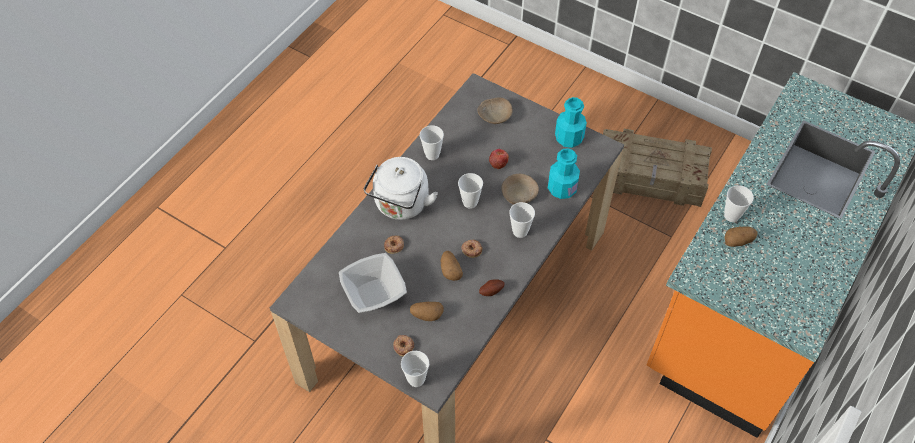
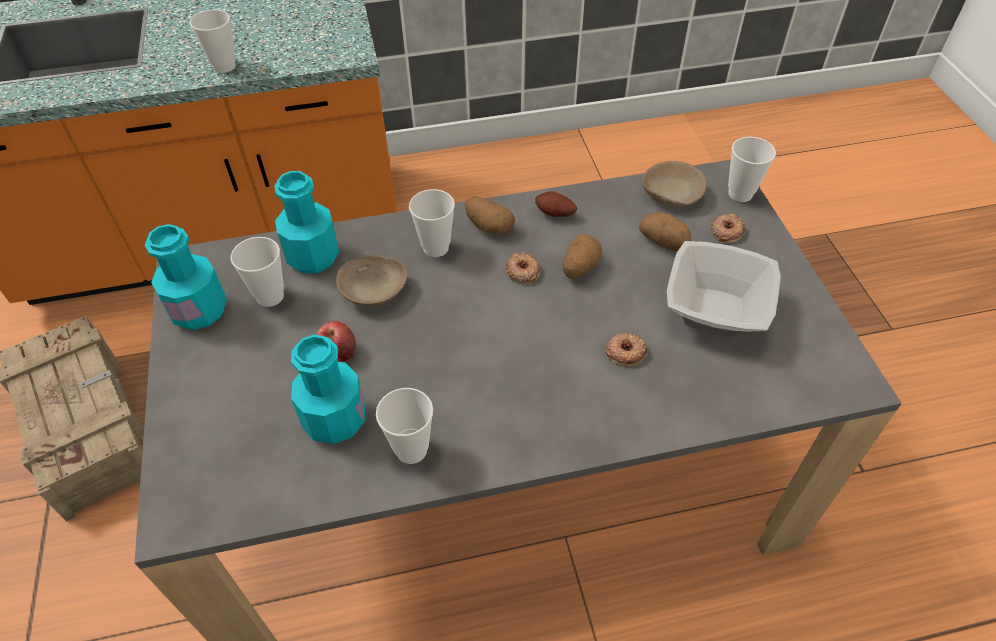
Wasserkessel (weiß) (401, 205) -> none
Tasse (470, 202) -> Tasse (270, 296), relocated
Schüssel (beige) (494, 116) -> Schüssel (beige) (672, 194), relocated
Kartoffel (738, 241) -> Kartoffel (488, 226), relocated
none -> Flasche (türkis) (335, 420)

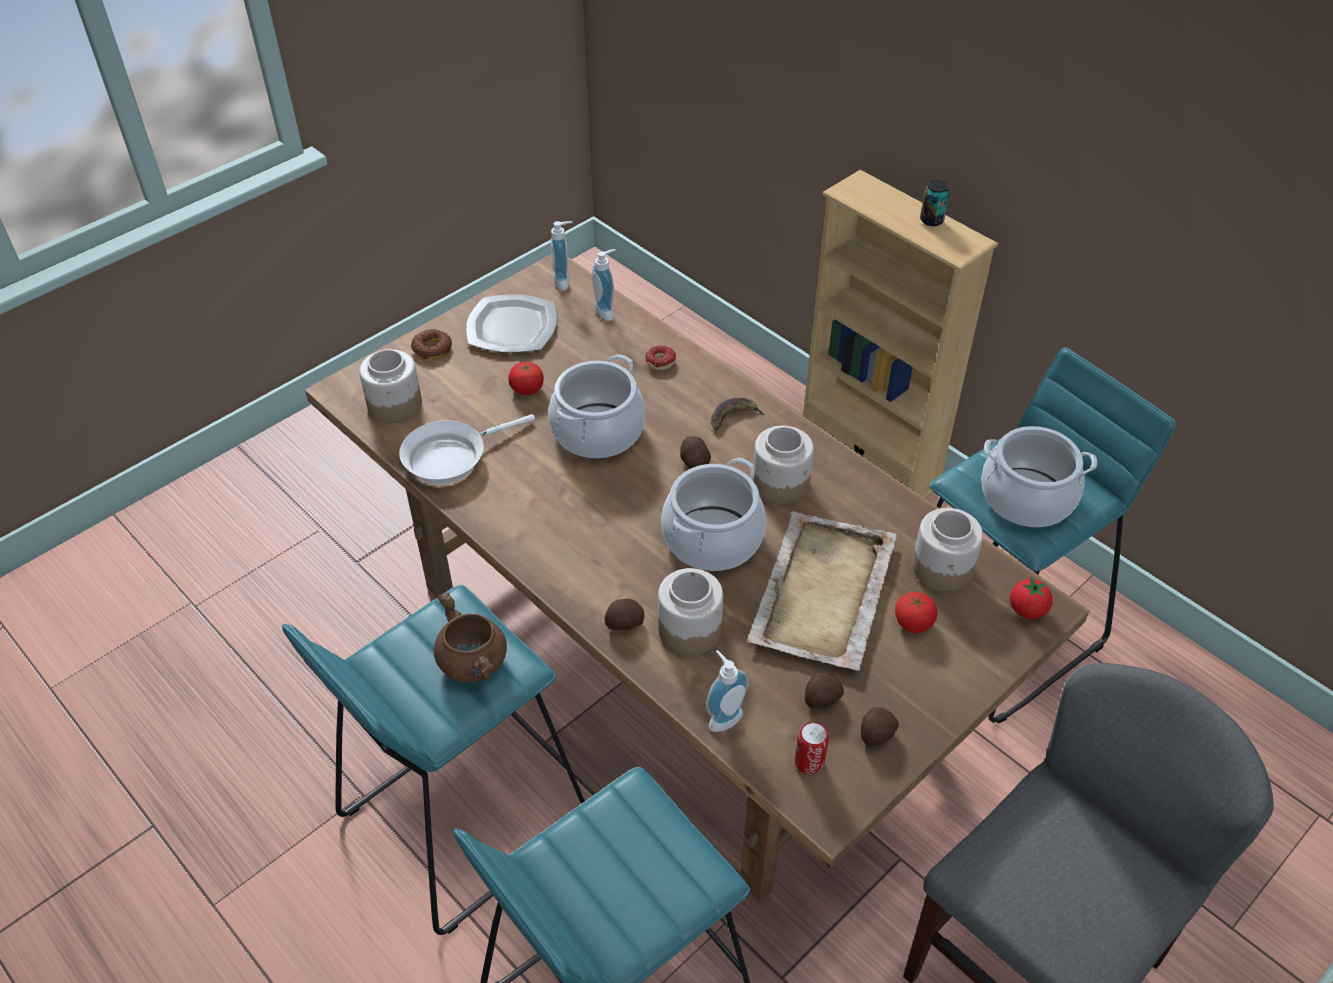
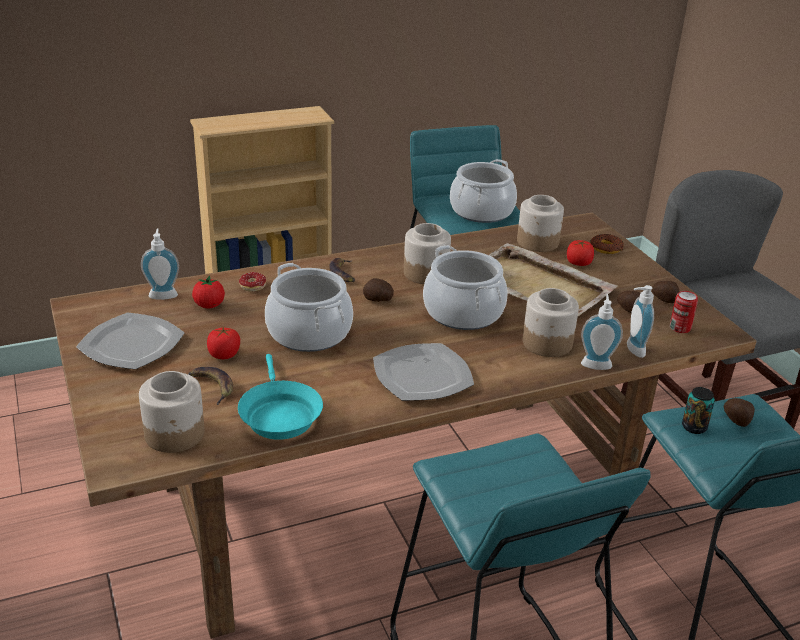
Pfanne (weiß) (451, 458) -> Pfanne (türkis) (279, 414)
Donut (432, 348) -> Donut (606, 248), relocated
Kochtopf (braun) (474, 662) -> none
Seifenspender (565, 281) -> Seifenspender (596, 363), relocated
Kartoffel (624, 624) -> Kartoffel (737, 421), relocated
Dose (931, 220) -> Dose (694, 427), relocated
Tomate (1027, 610) -> Tomate (209, 305), relocated
none -> Banane (212, 386)
none -> Teller (422, 376)

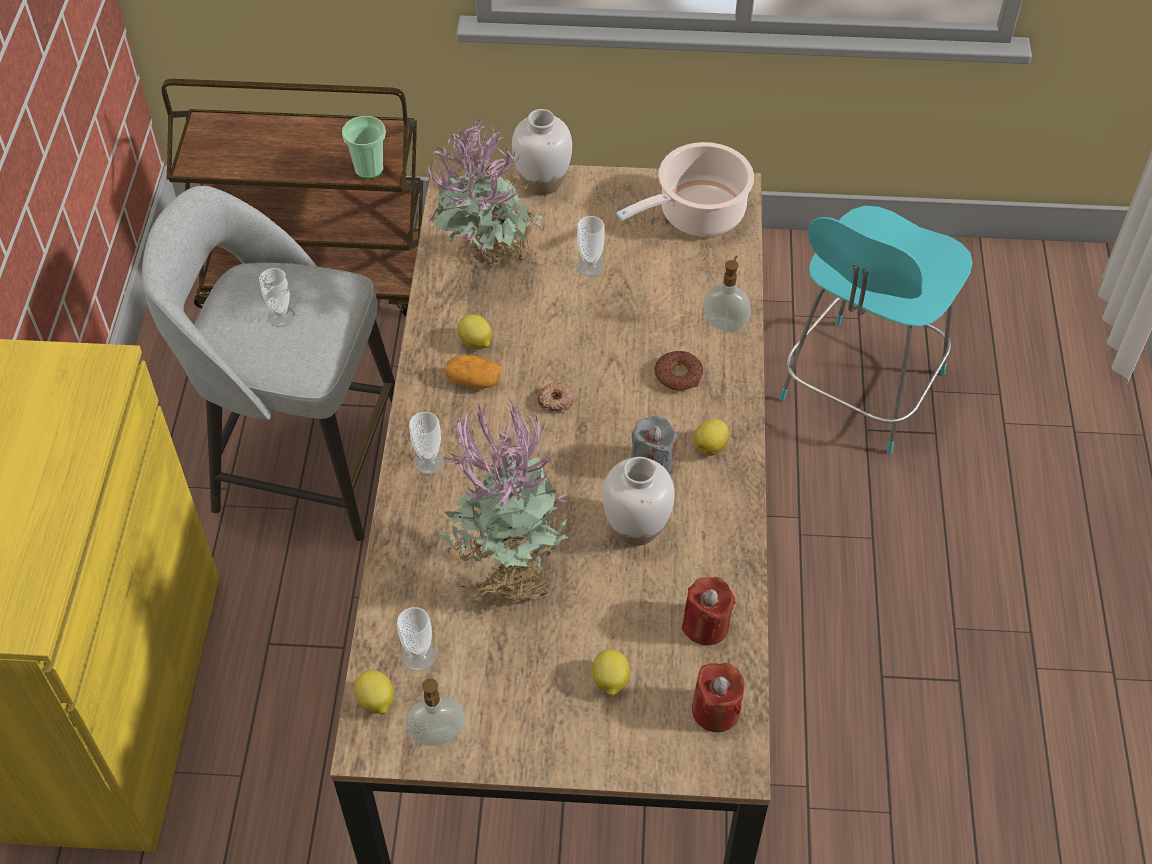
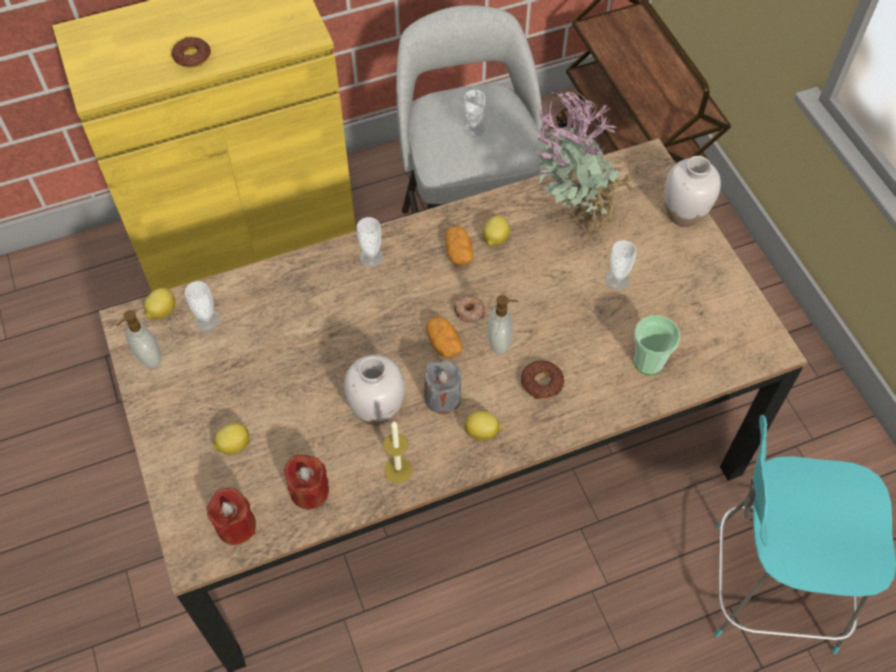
Tasse (369, 169) -> Tasse (648, 362), relocated
Topfpflanze (508, 572) -> none
Kochtopf (697, 214) -> none
Seifenspender (725, 323) -> Seifenspender (500, 342), relocated
none -> Donut (192, 56)
none -> Kerze (398, 470)
none -> Kartoffel (443, 343)

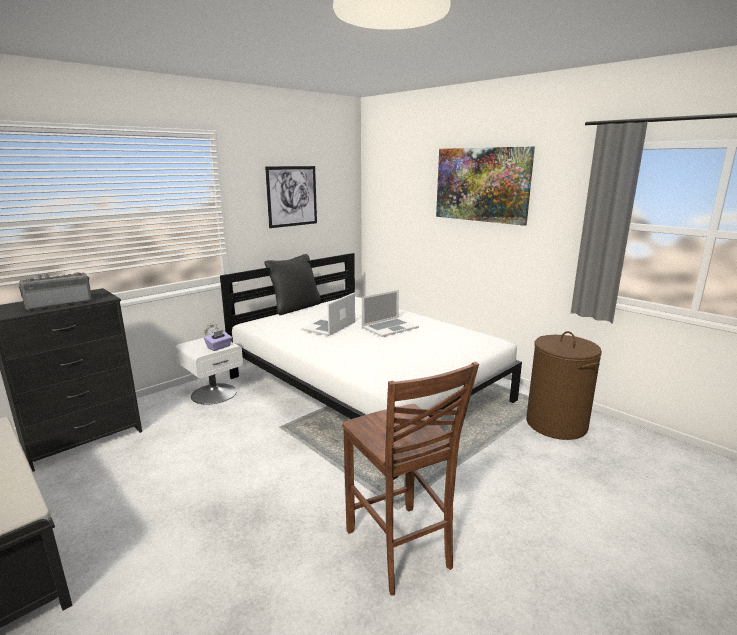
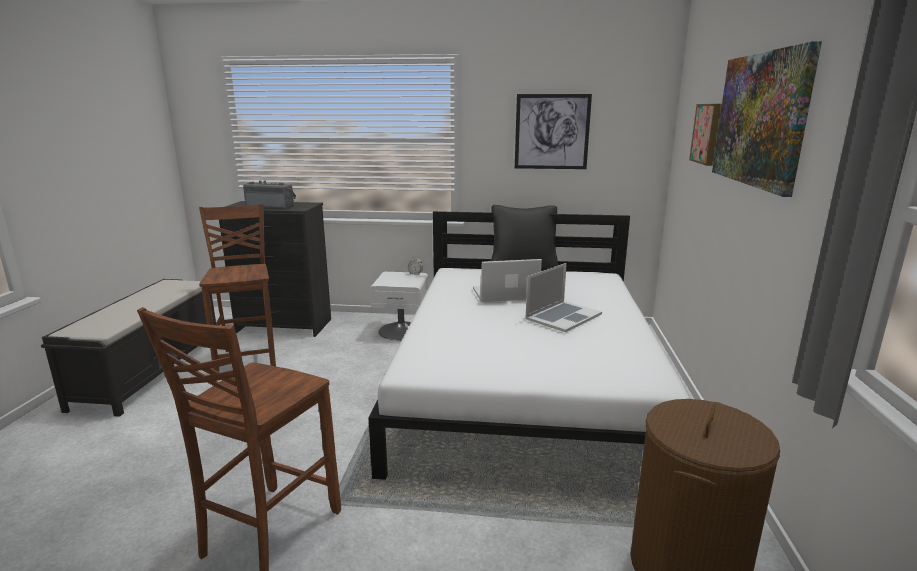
Taschentuchbox (lila) (219, 347) -> none
Laptop (389, 327) -> Laptop (563, 316), 60 degrees counterclockwise
none -> Stuhl (braun) (249, 359)
none -> Bild (708, 133)

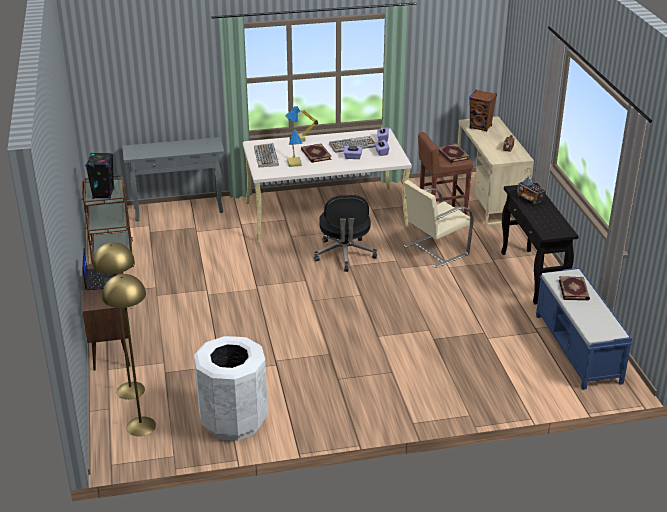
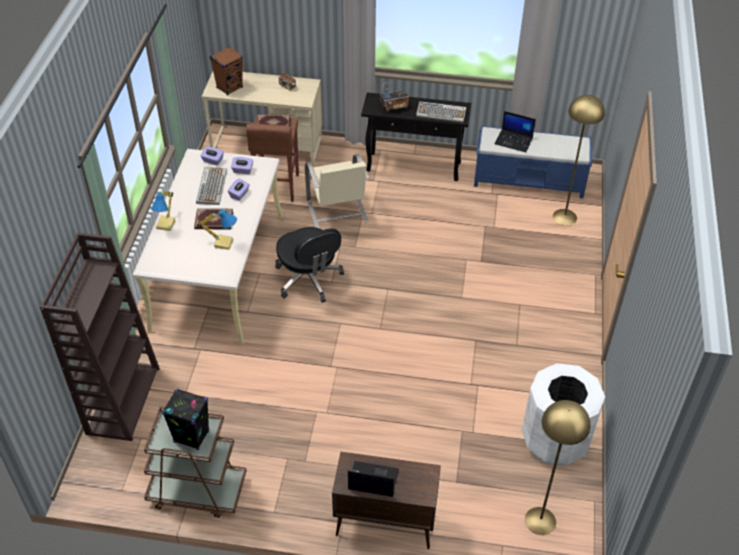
Stehlampe (gelb) (130, 390) -> Stehlampe (gelb) (565, 217), relocated
Konsolentisch (grau) (179, 210) -> Bücherregal (braun) (122, 399)
Tastatur (266, 156) -> Tastatur (441, 112), relocated
Bürostuhl (schwarz) (344, 255) -> Bürostuhl (schwarz) (309, 279), 45 degrees clockwise
Buch (574, 290) -> Laptop (514, 141)

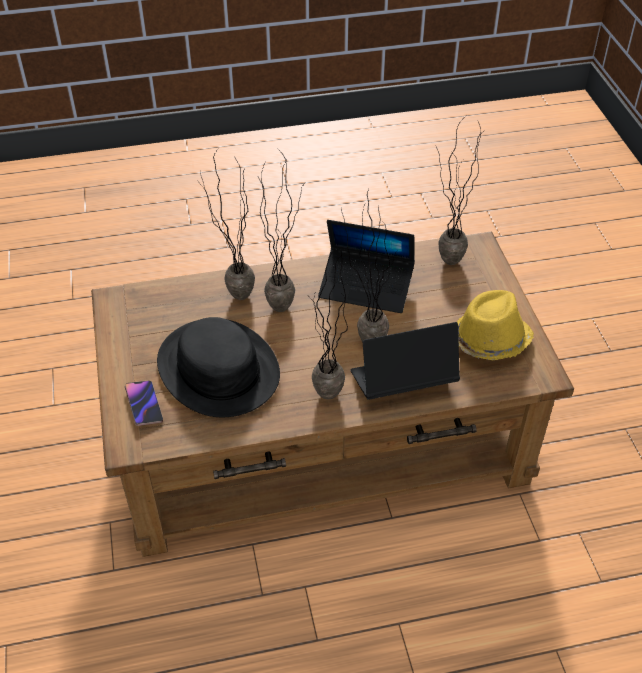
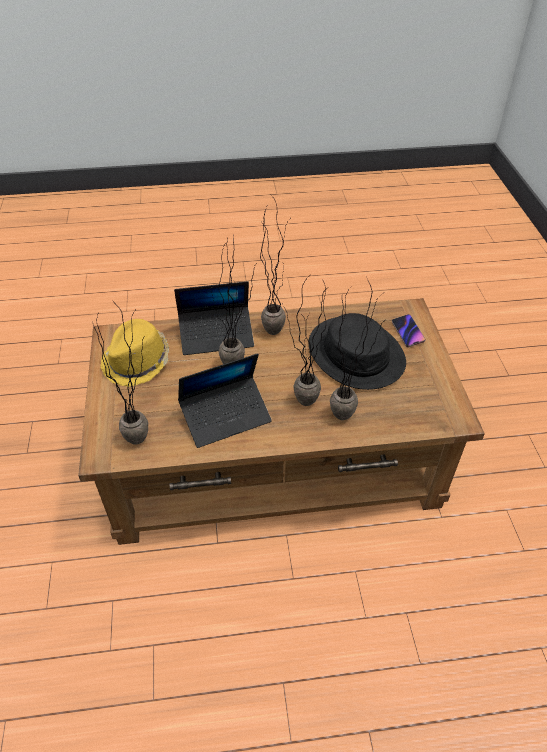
Laptop (366, 287) -> Laptop (226, 416), 135 degrees clockwise

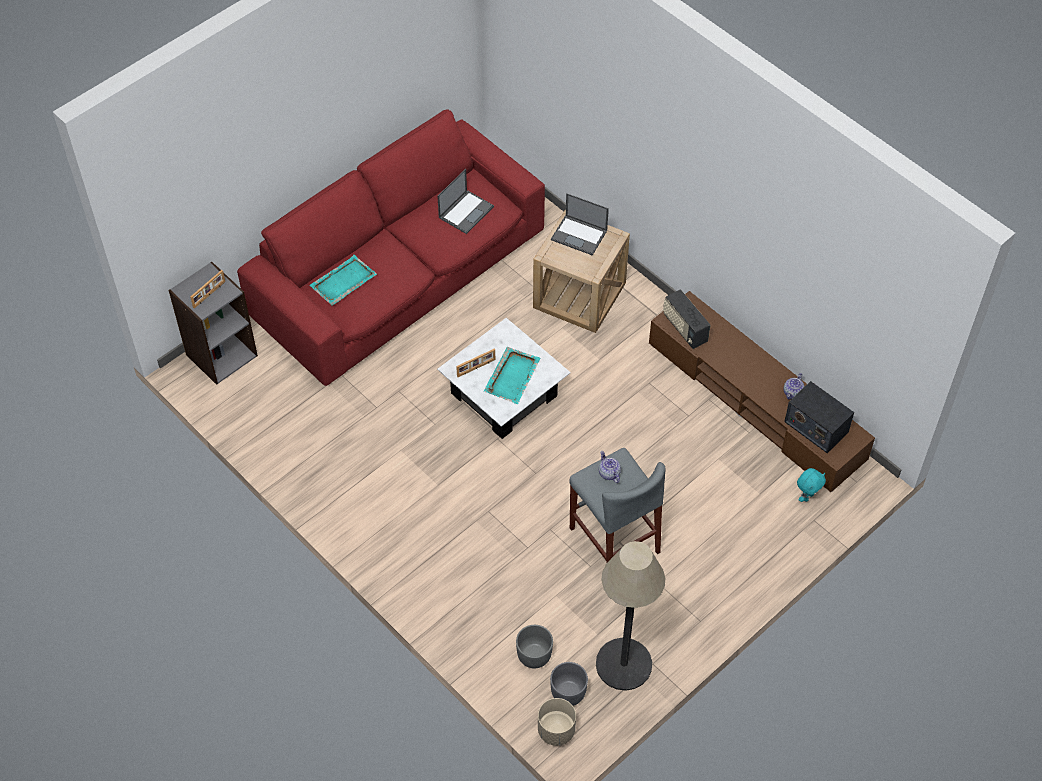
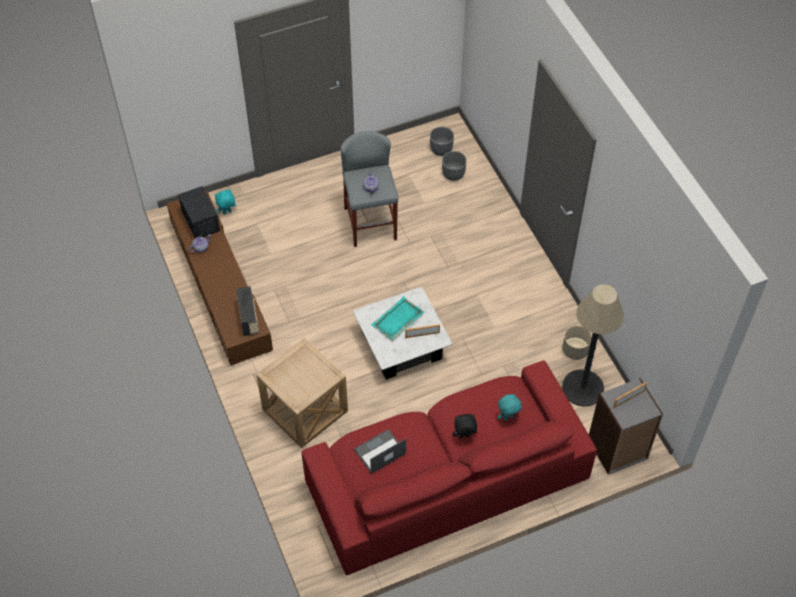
Tablett (türkis) (343, 282) -> Plüschtier (türkis) (508, 417)
Pflanzkübel (beige) (556, 730) -> Pflanzkübel (beige) (575, 351), relocated
Laptop (579, 235) -> none
Stehlampe (624, 664) -> Stehlampe (582, 388), relocated
none -> Plüschtier (schwarz) (464, 437)

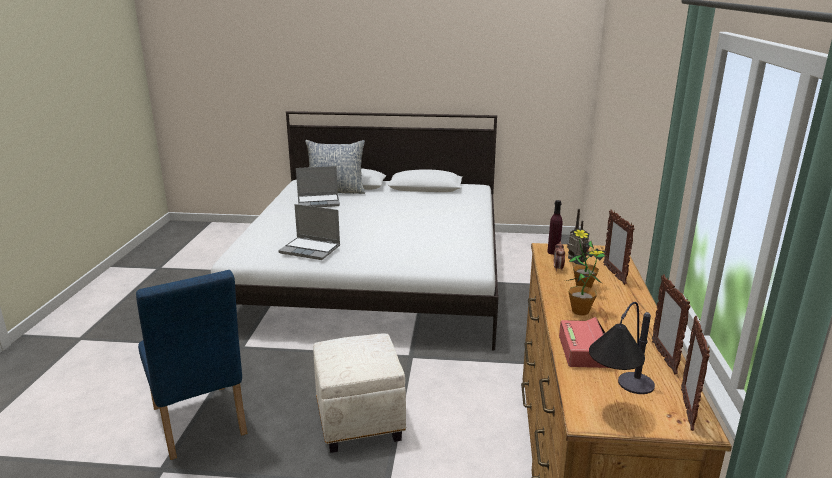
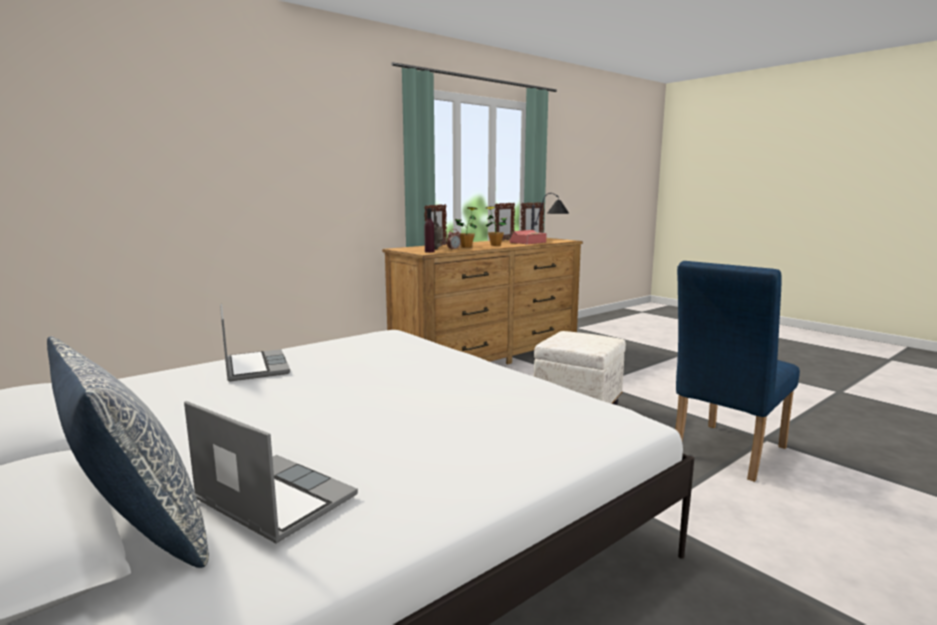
Stuhl (blau) (200, 426) -> Stuhl (blau) (724, 453), 150 degrees counterclockwise
Laptop (311, 249) -> Laptop (254, 367), relocated

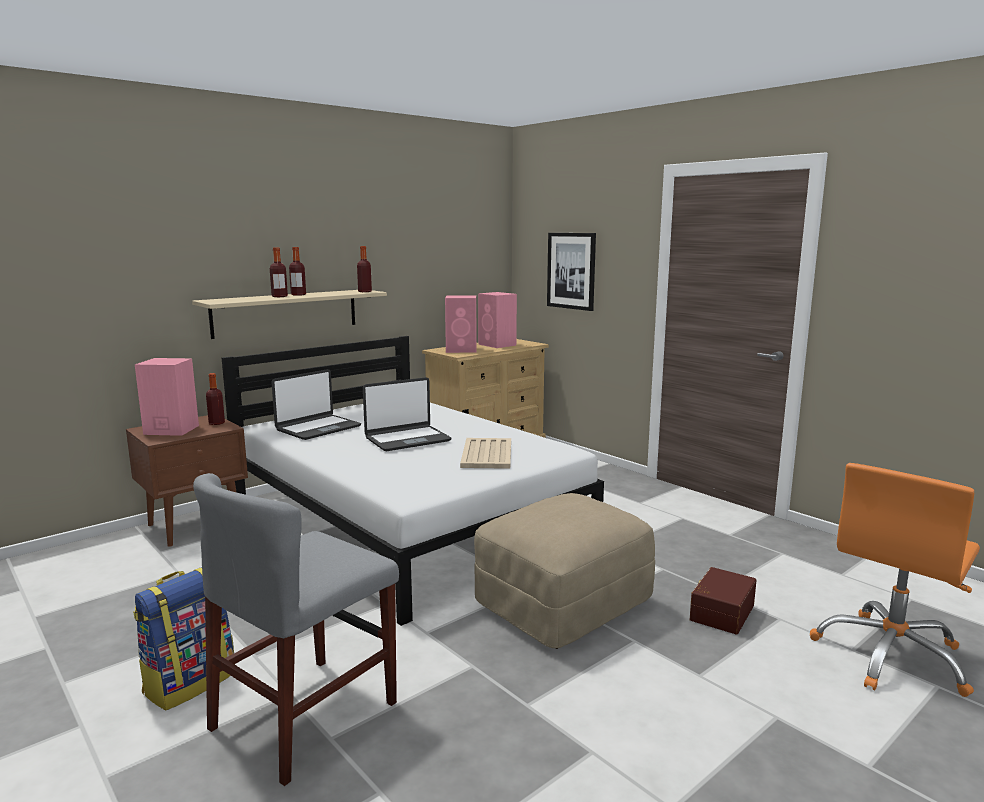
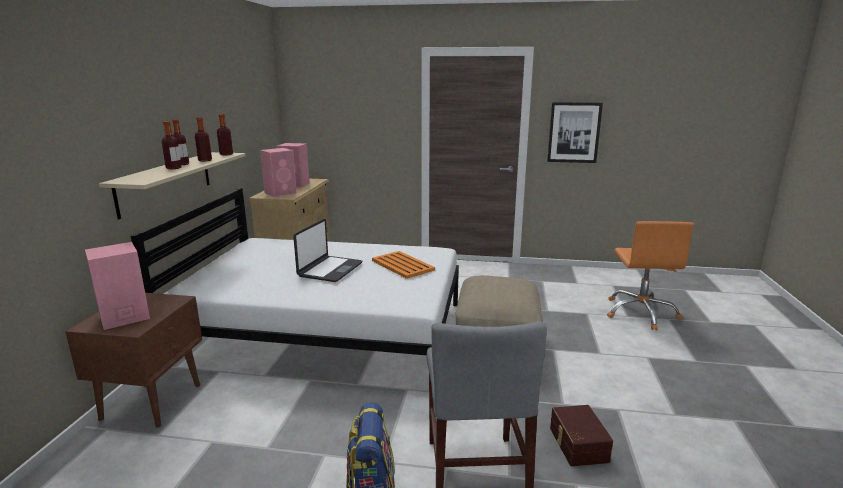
Flasche (216, 423) -> Flasche (205, 160), relocated
Laptop (318, 428) -> none
Tablett (beige) (486, 454) -> Tablett (orange) (403, 265)
Bild (571, 271) -> Bild (574, 132), relocated
Aufbewahrungsbox (braun) (720, 612) -> Aufbewahrungsbox (braun) (577, 444), relocated

